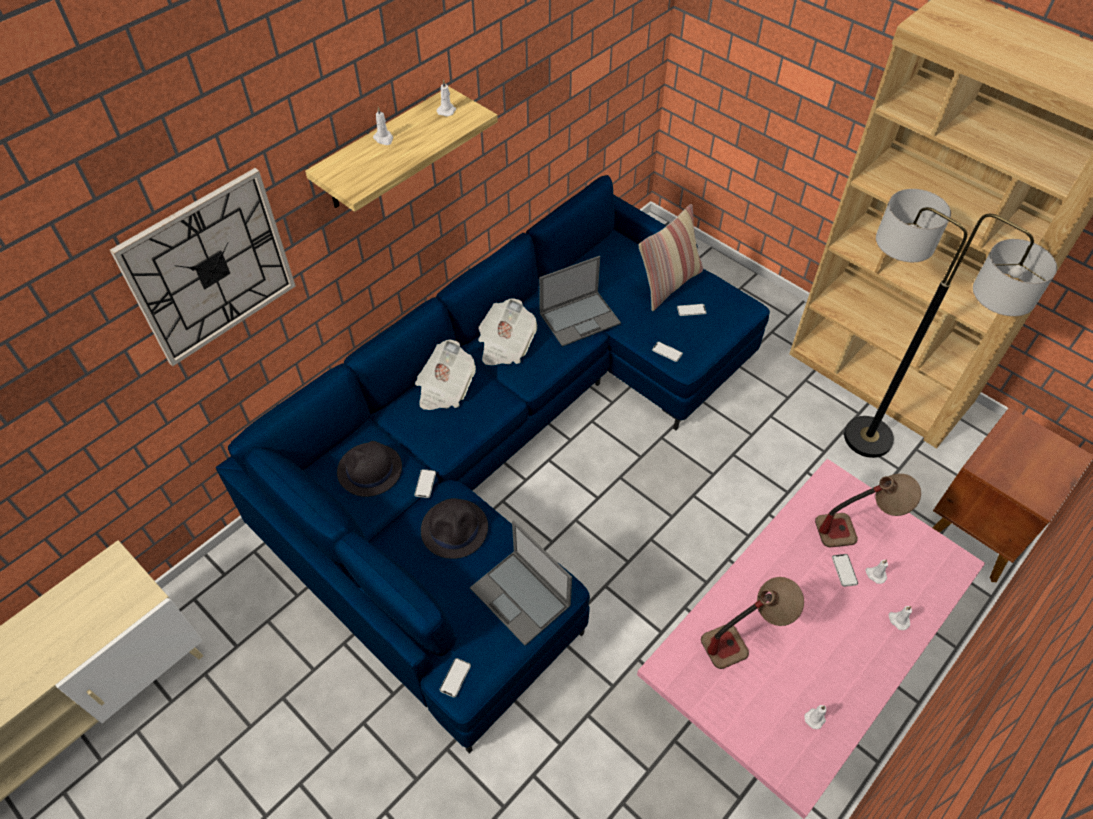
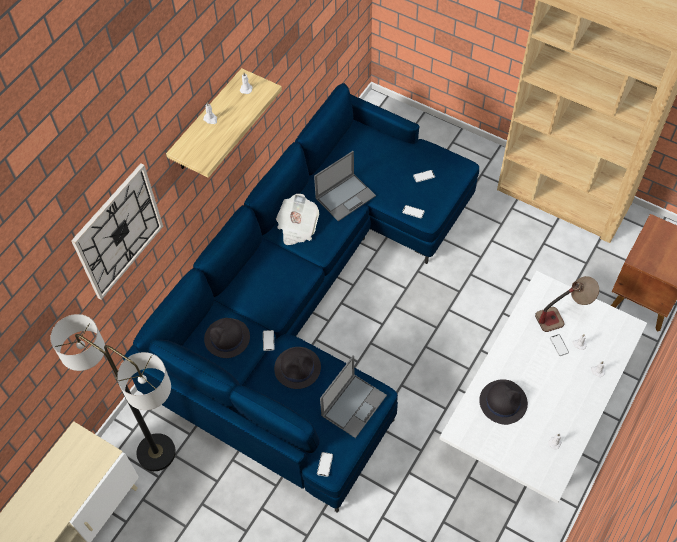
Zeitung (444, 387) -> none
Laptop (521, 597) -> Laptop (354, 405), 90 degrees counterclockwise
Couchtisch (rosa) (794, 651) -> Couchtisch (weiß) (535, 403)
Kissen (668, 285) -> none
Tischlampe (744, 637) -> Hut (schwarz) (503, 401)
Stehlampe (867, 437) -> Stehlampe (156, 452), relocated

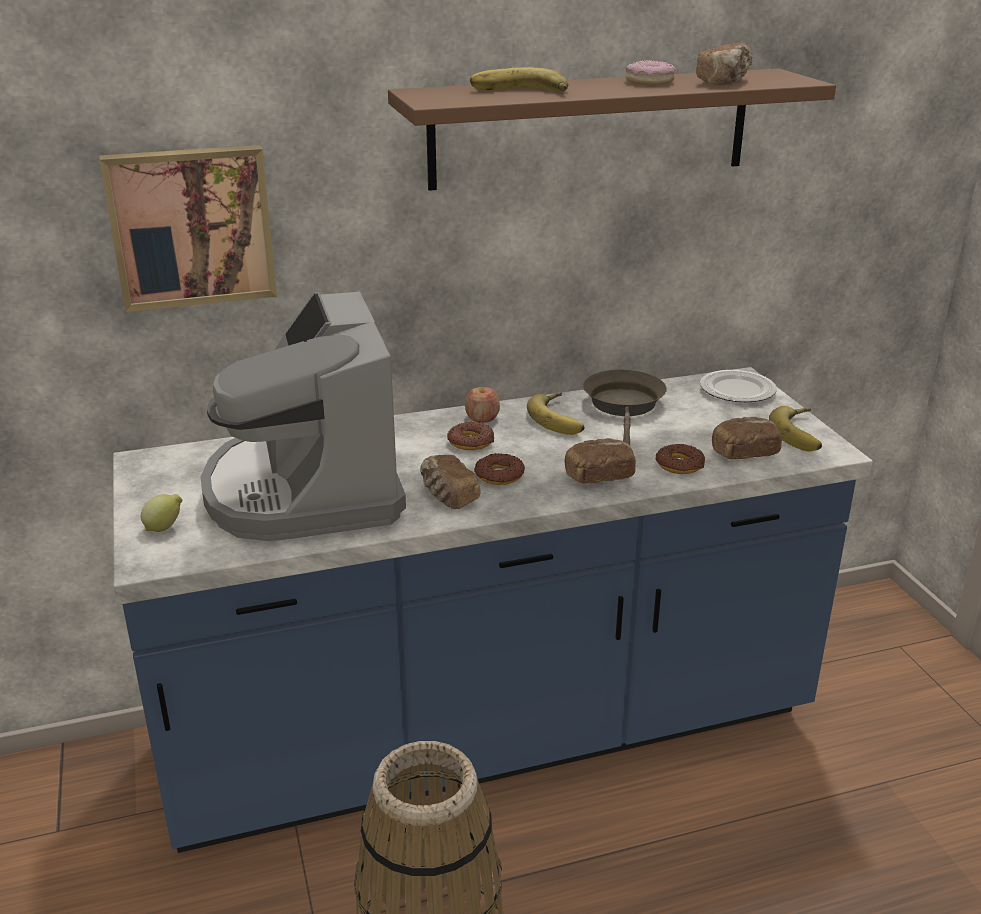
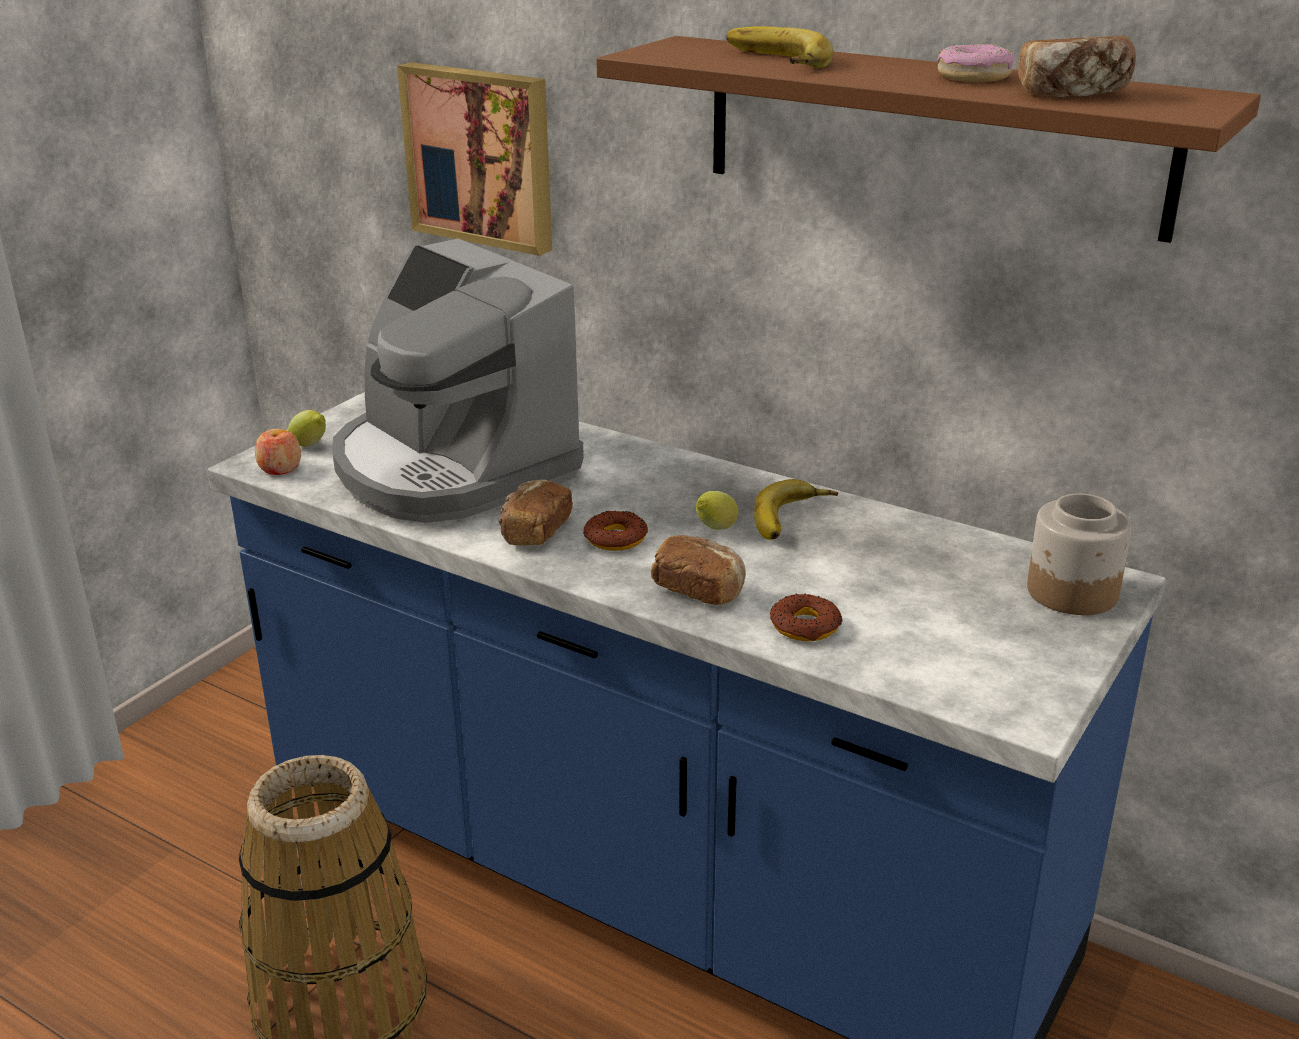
Kaffeemaschine (306, 490) -> Kaffeemaschine (451, 468), 75 degrees counterclockwise
Donut (471, 442) -> none
Apfel (482, 418) -> Apfel (280, 469), relocated
Pfanne (braun) (624, 406) -> none
Teller (738, 391) -> Vorratsglas (1072, 593)
Brot (744, 453) -> none
Banane (802, 434) -> none
none -> Zitrone (715, 529)

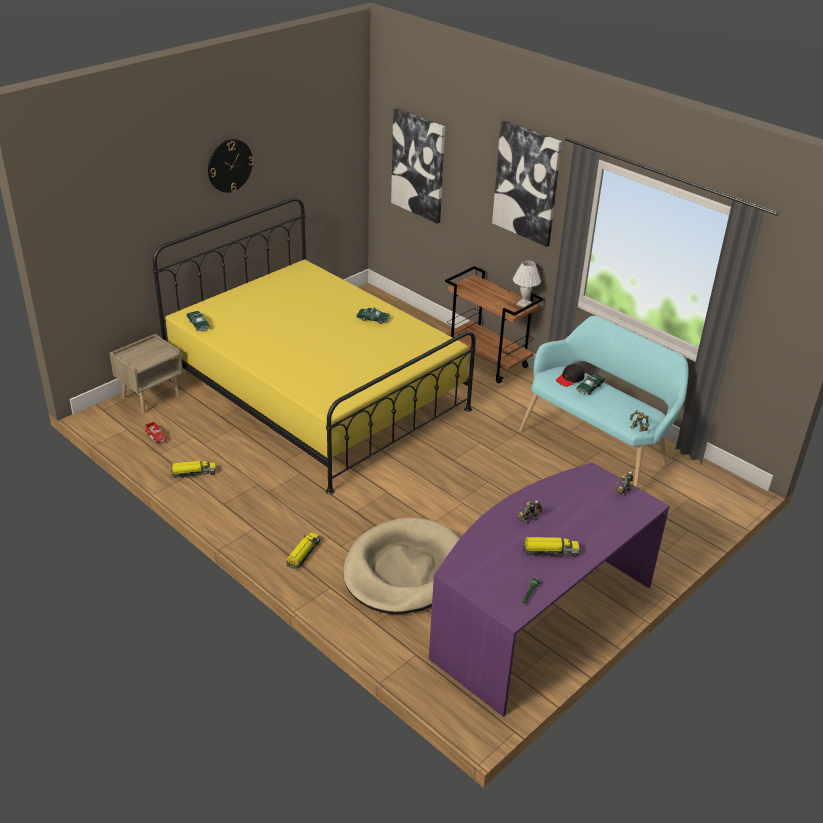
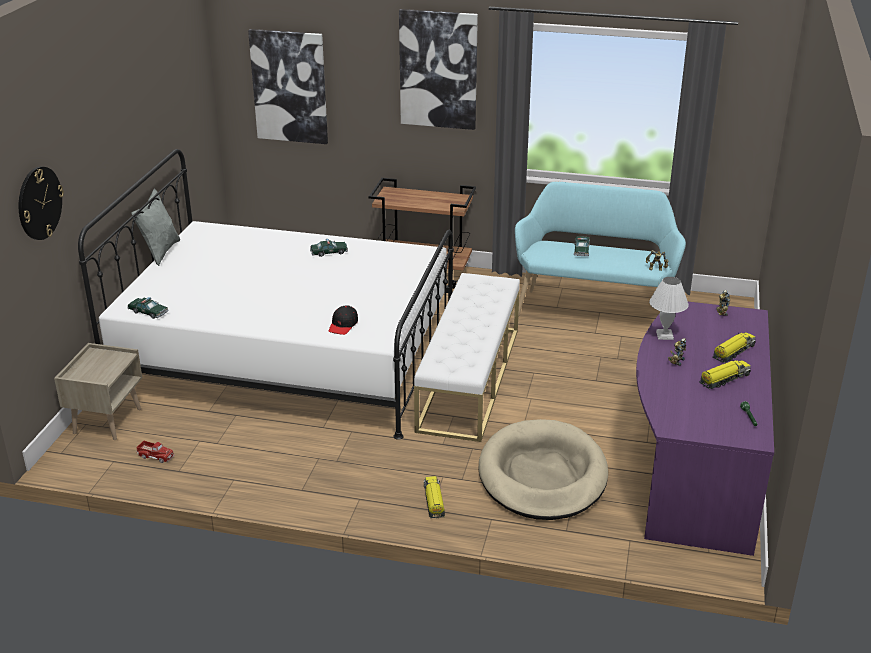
Bett (gelb) (316, 393) -> Bett (weiß) (288, 355)
Spielzeuglaster (193, 473) -> Spielzeuglaster (733, 352), relocated
Wanduhr (229, 165) -> Wanduhr (39, 203), relocated
Tischlampe (weiß) (523, 304) -> Tischlampe (weiß) (664, 335), relocated
Kappe (schwarz) (570, 379) -> Kappe (schwarz) (343, 325), relocated
none -> Kissen (grau) (160, 252)
none -> Bank (weiß) (469, 378)

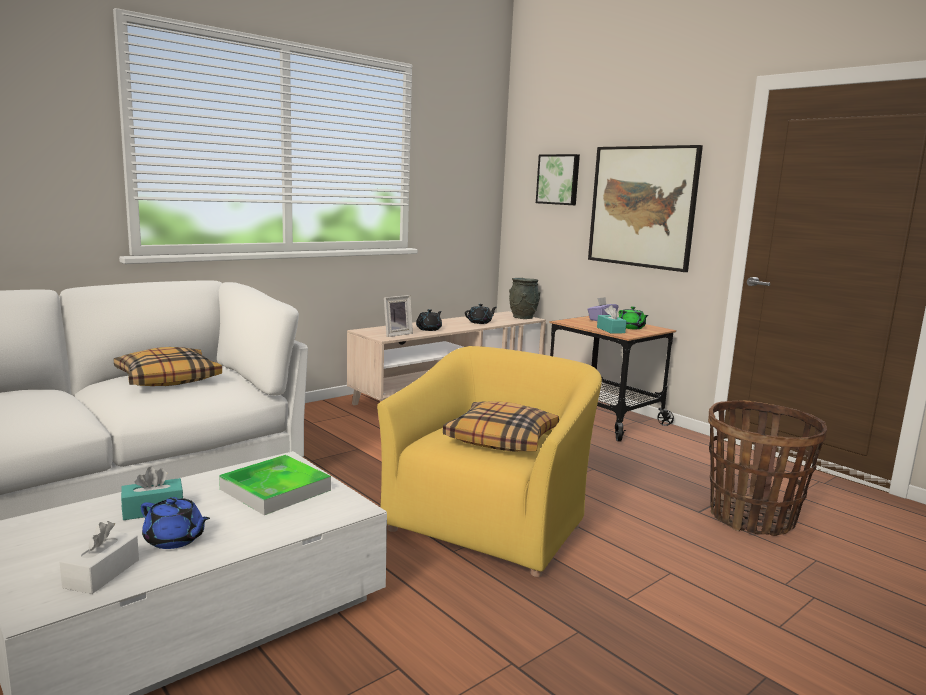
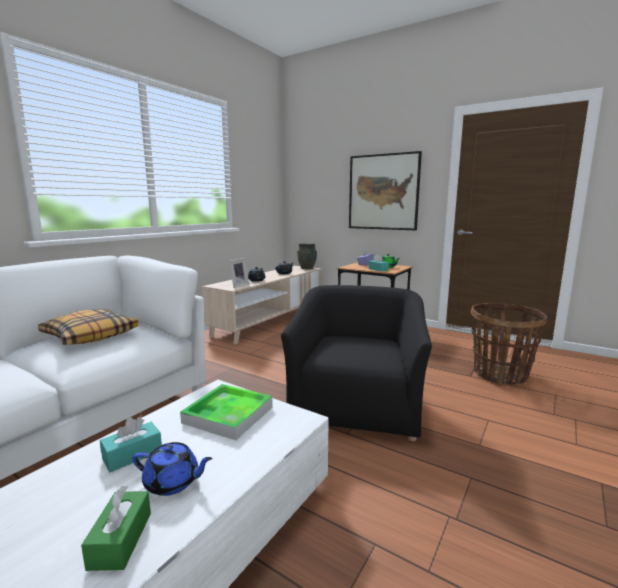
Taschentuchbox (weiß) (102, 573) -> Taschentuchbox (grün) (120, 540)
Sessel (gelb) (490, 522) -> Sessel (schwarz) (356, 406)
Kissen (502, 439) -> none
Bild (559, 179) -> none

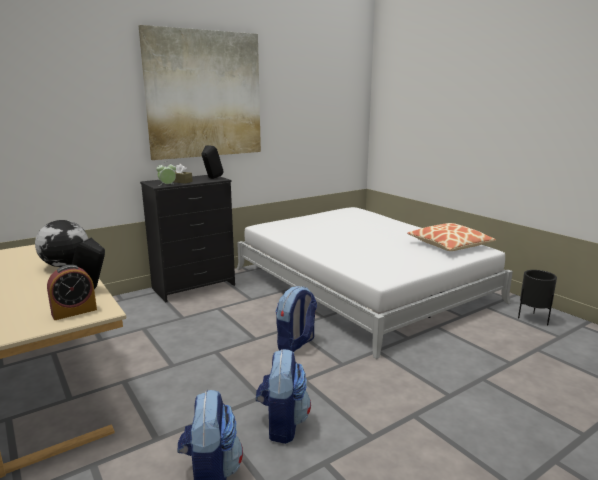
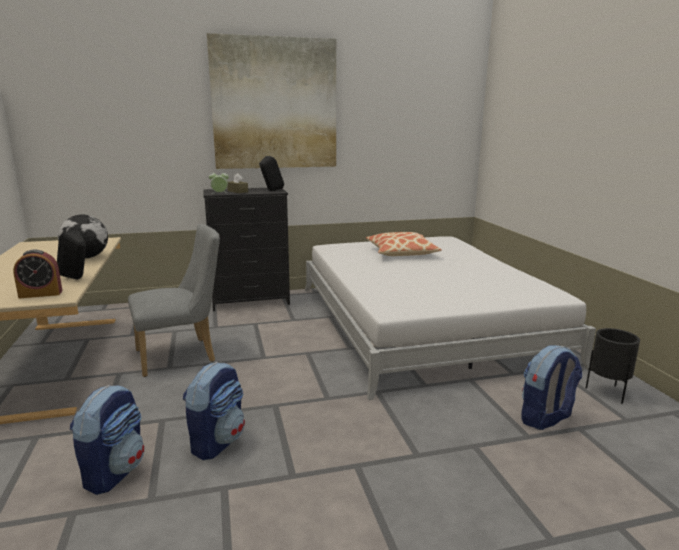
Rucksack (296, 344) -> Rucksack (546, 419), relocated
Kissen (449, 245) -> Kissen (401, 252), relocated
none -> Stuhl (grau) (182, 355)

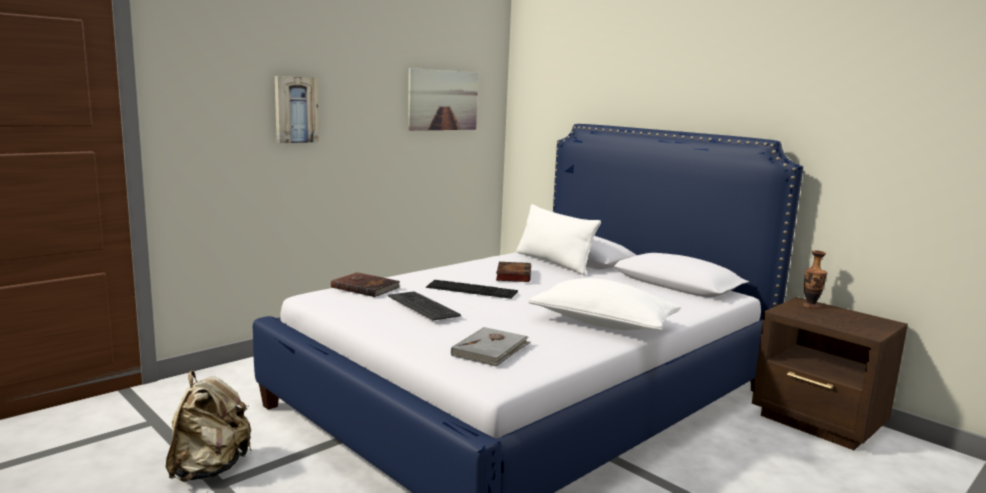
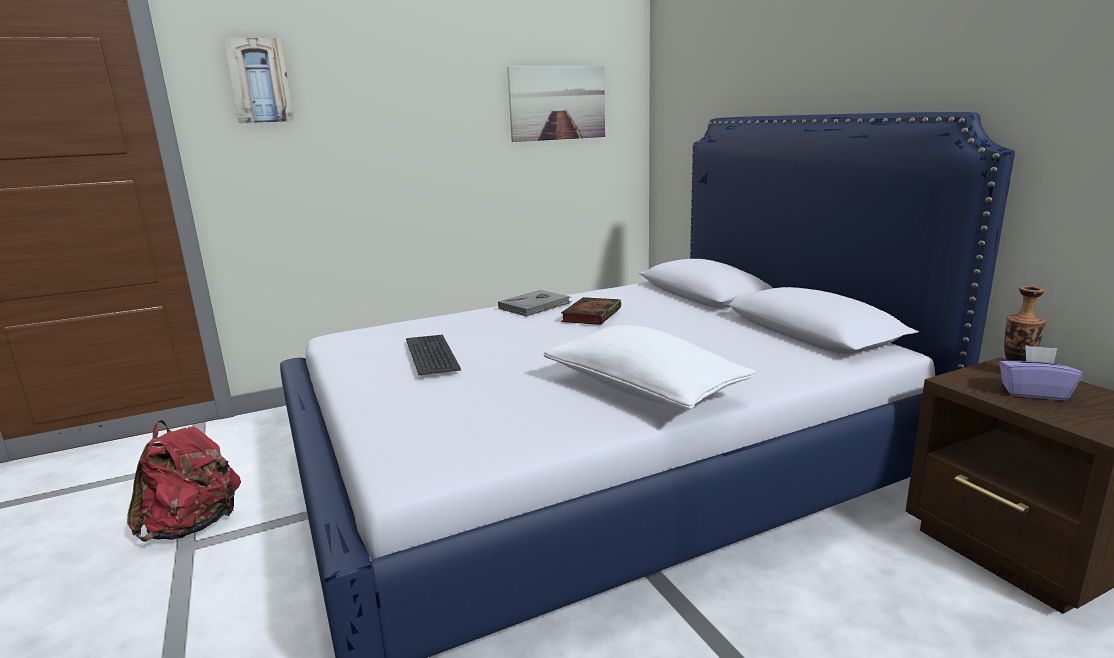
Rucksack (beige) (209, 469) -> Rucksack (rot) (193, 526)
Bild (295, 109) -> Bild (259, 81), relocated
Buch (braun) (365, 287) -> none
Tastatur (471, 289) -> none
Buch (grau) (491, 350) -> Buch (grau) (535, 306), relocated
Kissen (weiß) (553, 262) -> none
none -> Taschentuchbox (lila) (1033, 392)

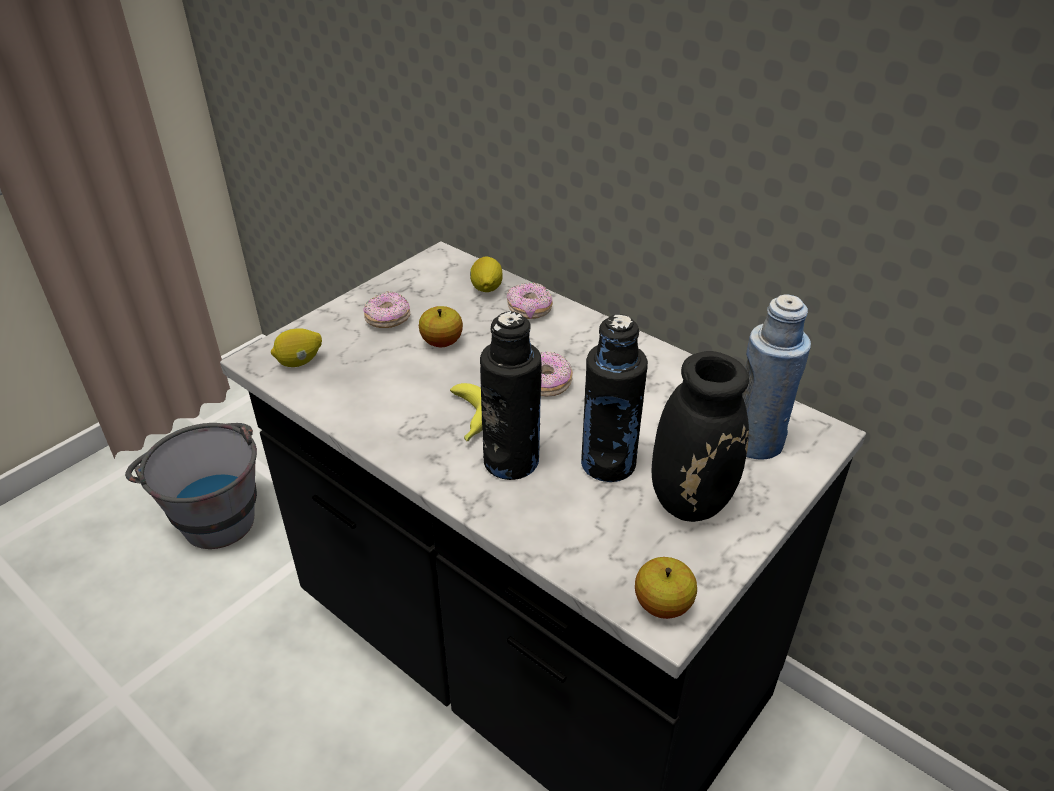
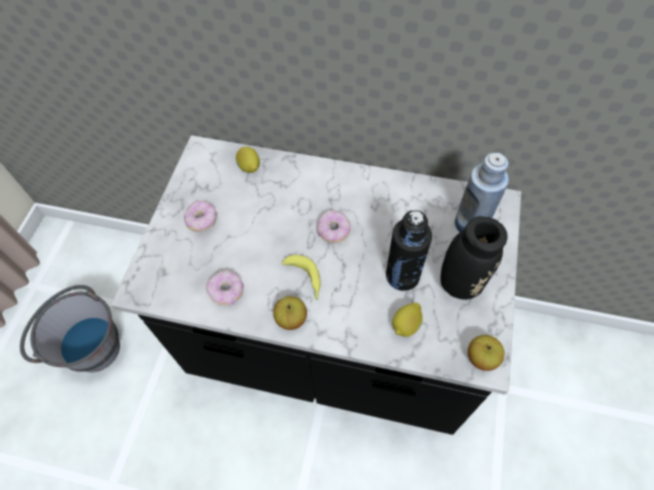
Zitrone (299, 362) -> Zitrone (406, 325), relocated
Apfel (442, 342) -> Apfel (291, 319), relocated
Flasche (schwarz) (511, 461) -> none
Donut (529, 310) -> Donut (227, 291), relocated

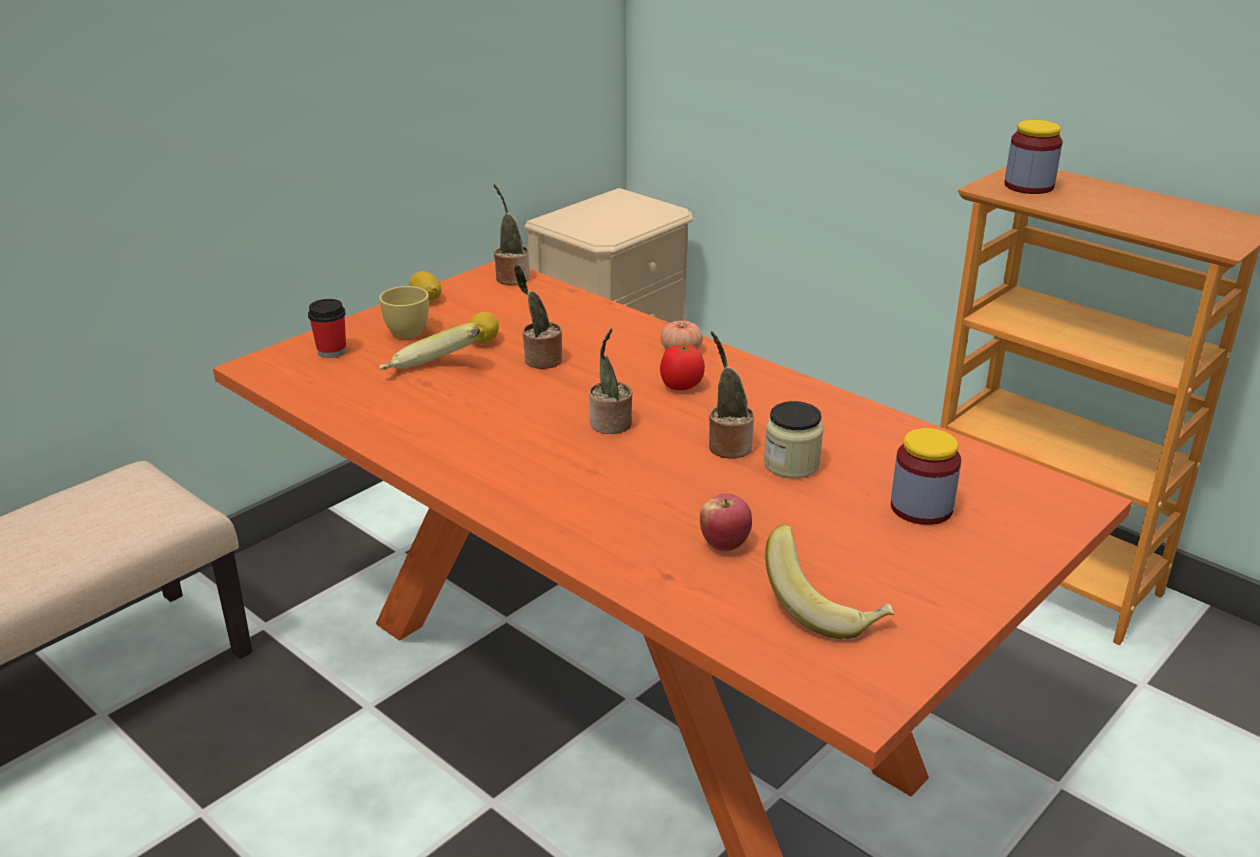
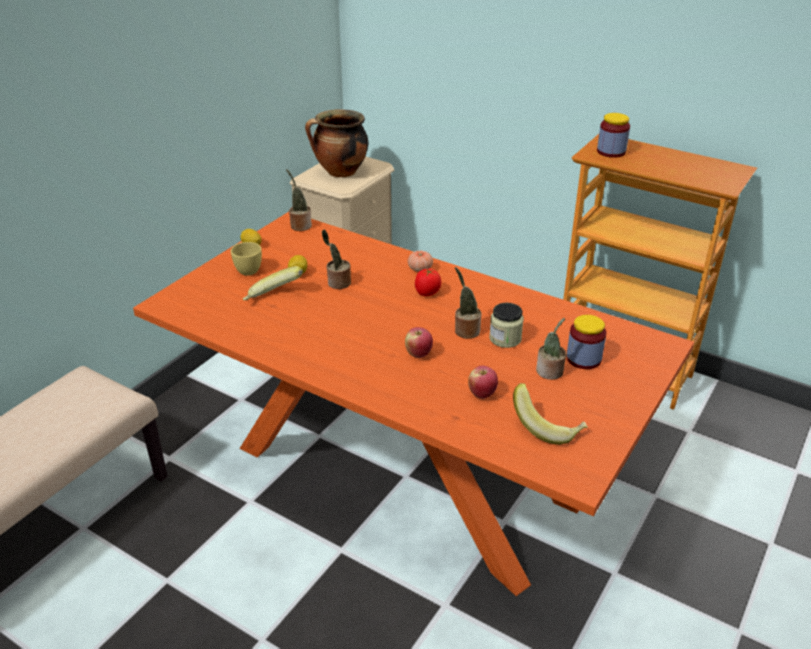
Tasse (332, 351) -> none
Topfpflanze (610, 425) -> Topfpflanze (550, 372), relocated
none -> Kochtopf (340, 173)
none -> Apfel (418, 354)

